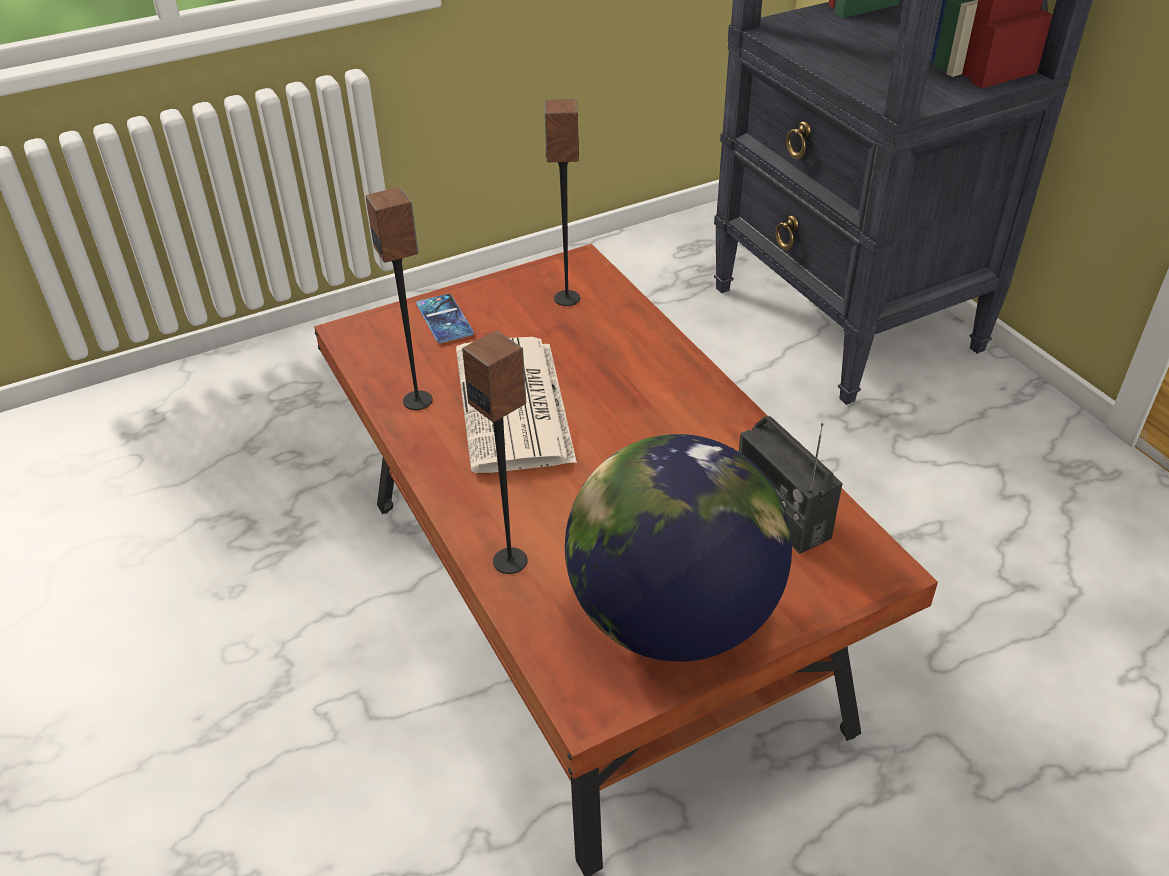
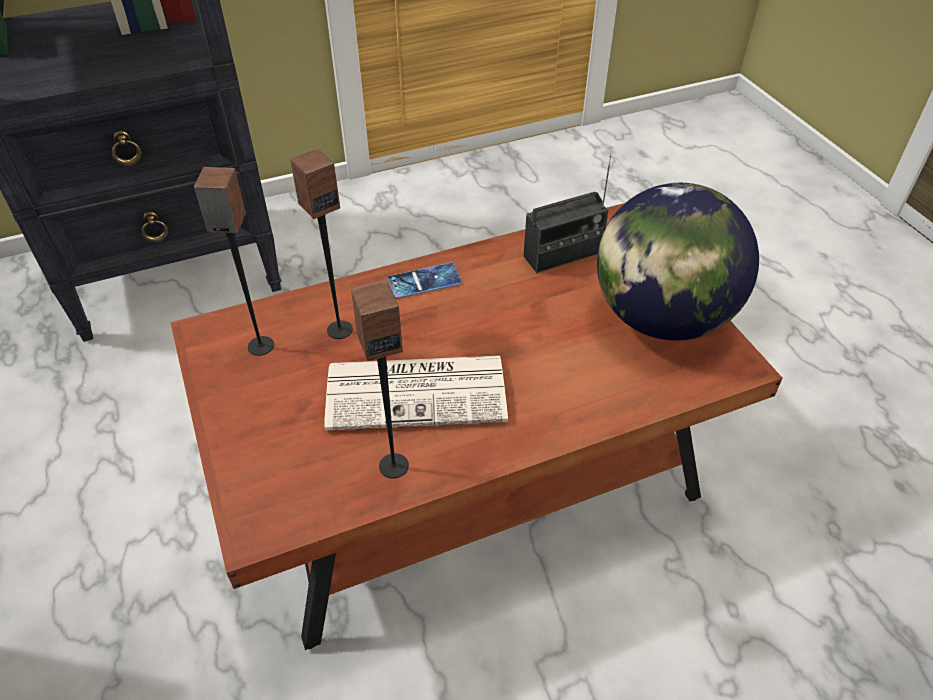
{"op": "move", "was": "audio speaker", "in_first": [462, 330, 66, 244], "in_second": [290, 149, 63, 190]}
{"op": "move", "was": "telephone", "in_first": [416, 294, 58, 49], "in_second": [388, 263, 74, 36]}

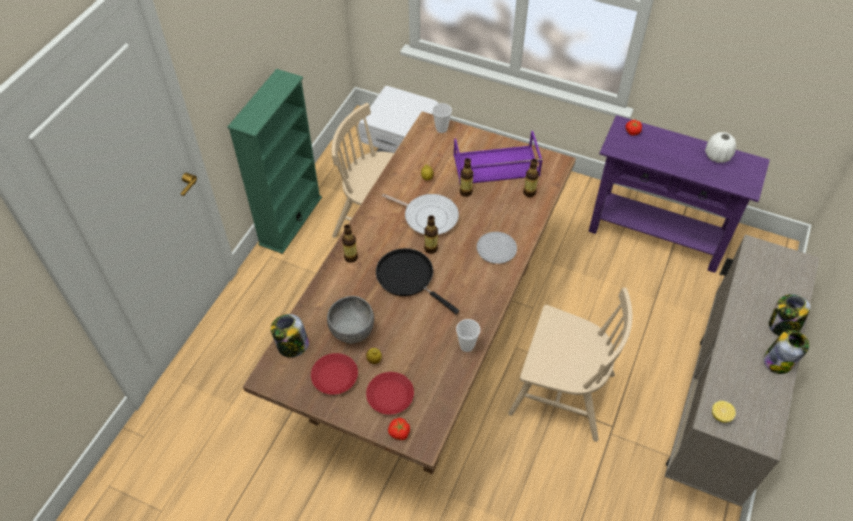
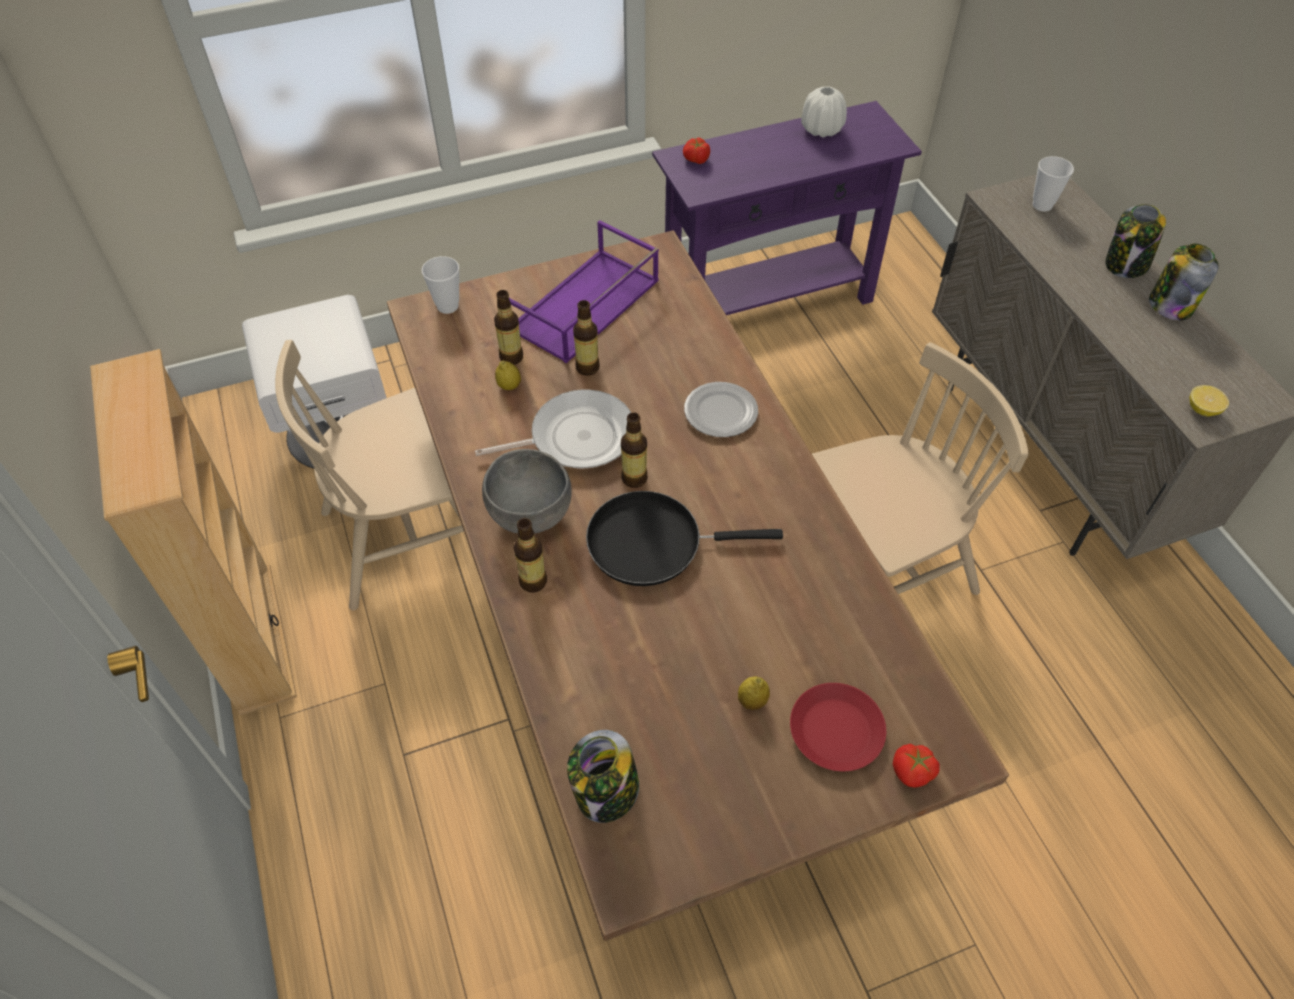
{"op": "recolor", "was": "green-coloured bookshelf", "now": "sand-coloured bookshelf", "in_first": [227, 69, 95, 185], "in_second": [90, 349, 207, 366]}
{"op": "move", "was": "gray serving bowl", "in_first": [327, 296, 47, 48], "in_second": [482, 449, 90, 85]}
{"op": "move", "was": "beverage bottle", "in_first": [523, 159, 16, 38], "in_second": [494, 290, 29, 75]}
{"op": "move", "was": "cup", "in_first": [456, 319, 24, 33], "in_second": [1032, 156, 42, 55]}
{"op": "delete", "was": "red dinner plate", "in_first": [311, 353, 47, 42]}

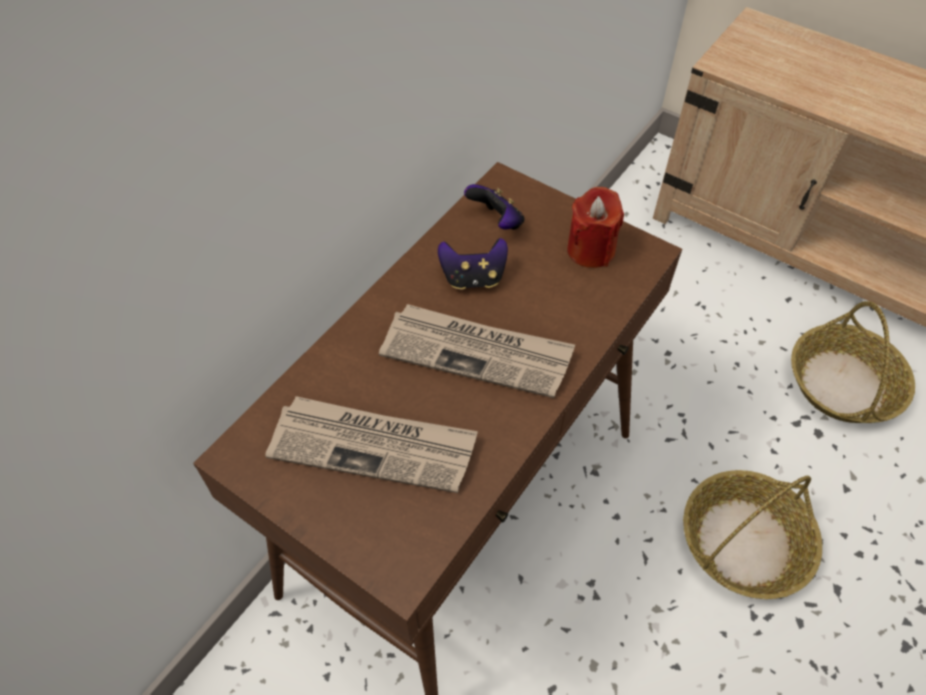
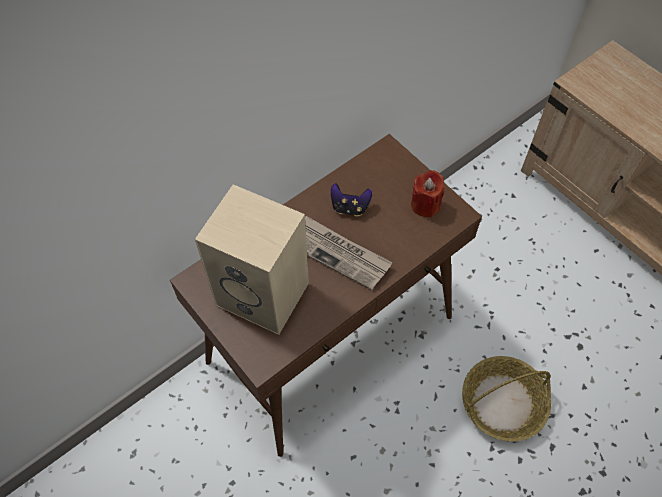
{"op": "replace", "was": "printed paper", "now": "sand-coloured audio speaker", "in_first": [265, 396, 213, 97], "in_second": [195, 184, 114, 151]}
{"op": "delete", "was": "gamepad", "in_first": [464, 184, 60, 46]}
{"op": "delete", "was": "basket", "in_first": [791, 301, 124, 122]}

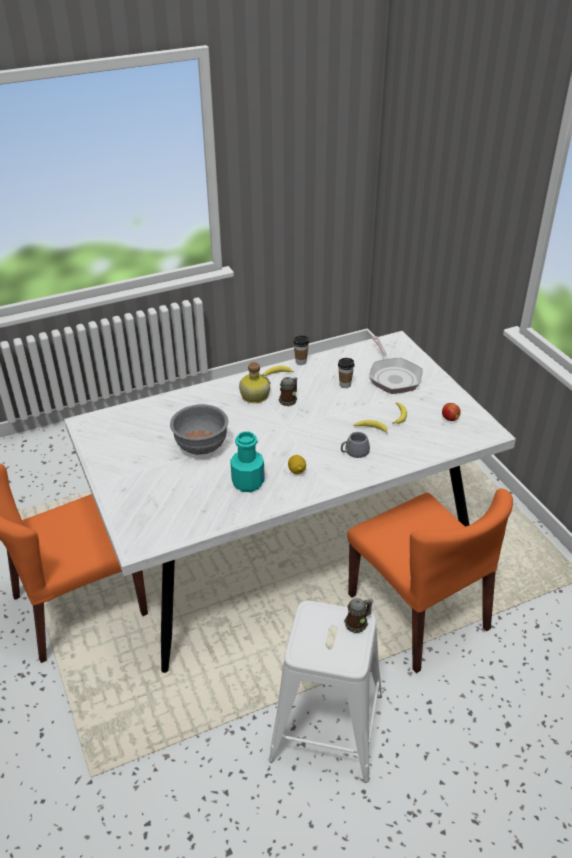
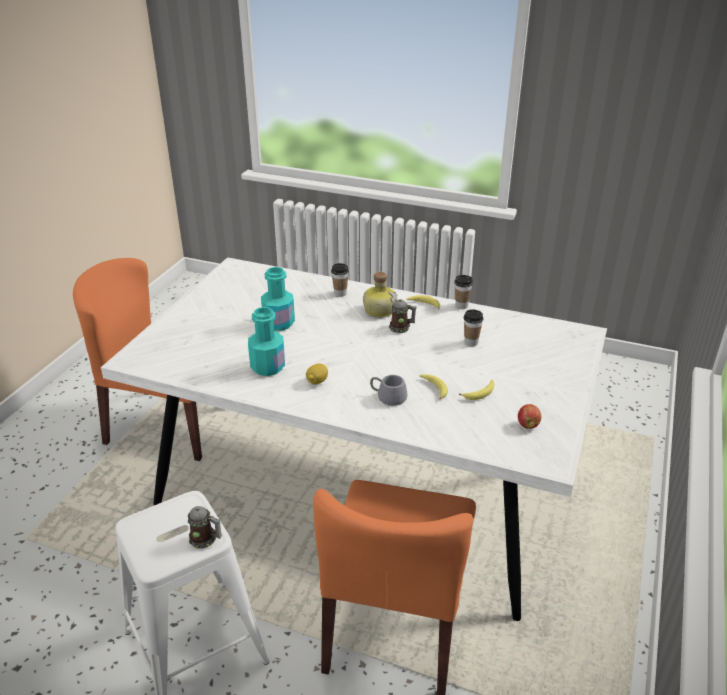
{"op": "replace", "was": "gray serving bowl", "now": "blue-green beverage bottle", "in_first": [170, 404, 58, 51], "in_second": [261, 267, 34, 64]}
{"op": "insert", "now": "cup", "in_second": [331, 263, 18, 34]}
{"op": "delete", "was": "frying pan", "in_first": [369, 336, 53, 58]}

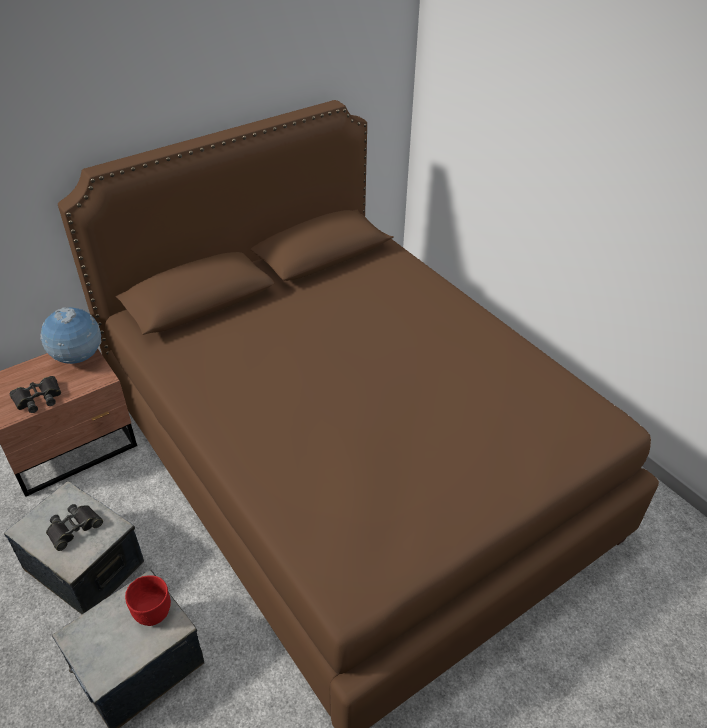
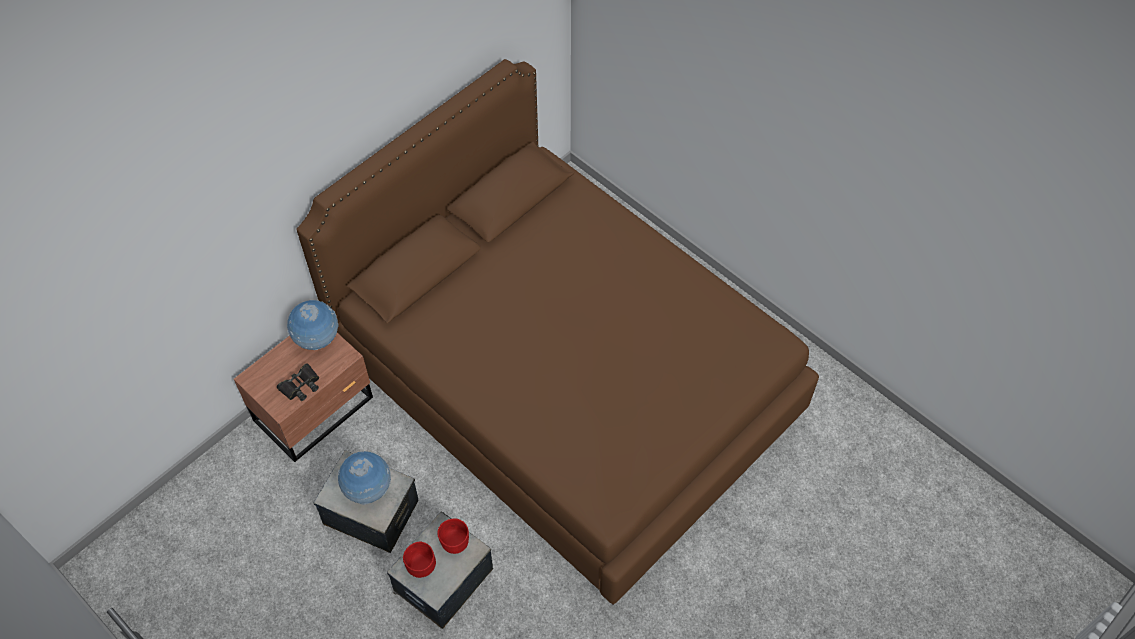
{"op": "replace", "was": "black-coloured pair of binoculars", "now": "globe", "in_first": [46, 504, 57, 47], "in_second": [338, 451, 53, 54]}
{"op": "insert", "now": "red serving bowl", "in_second": [403, 542, 33, 36]}

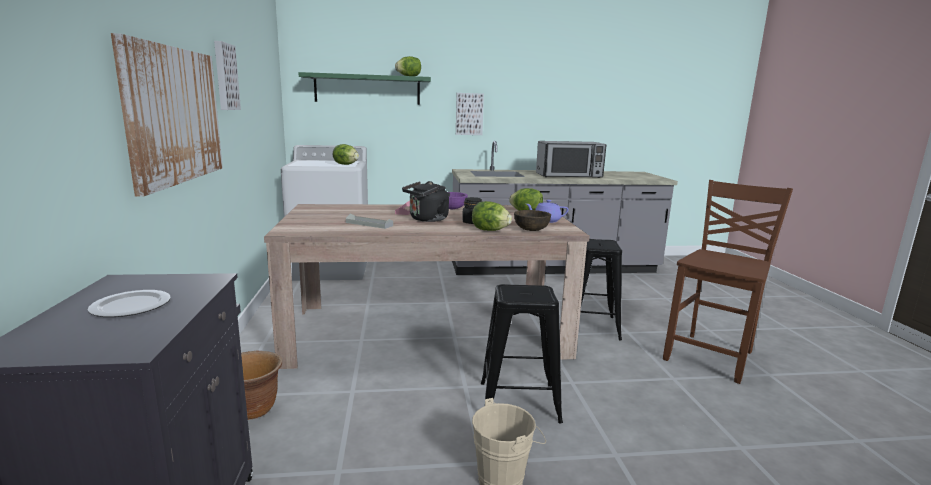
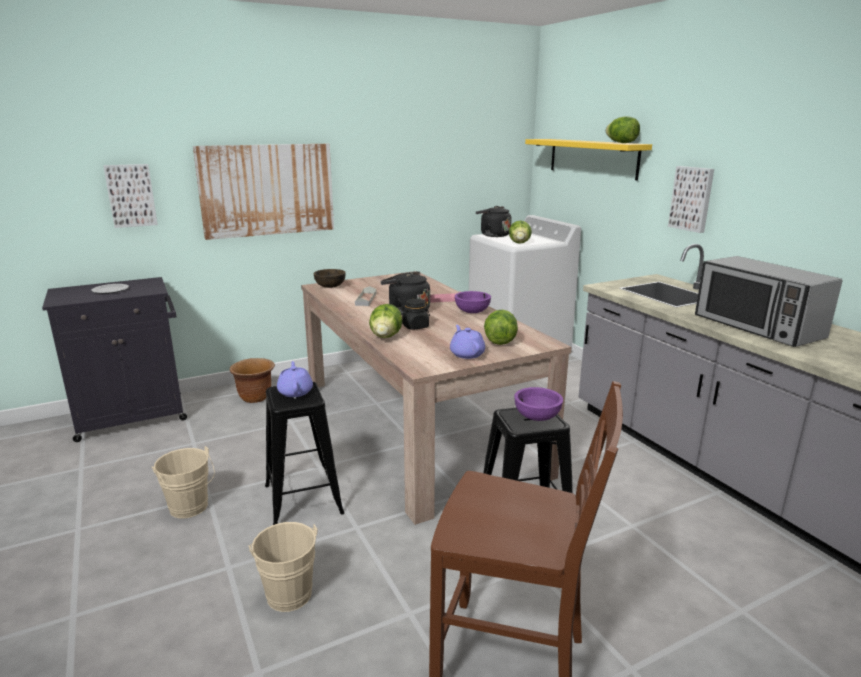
{"op": "move", "was": "picture", "in_first": [214, 41, 27, 69], "in_second": [103, 164, 55, 64]}
{"op": "insert", "now": "sand-coloured bucket", "in_second": [249, 522, 68, 90]}
{"op": "insert", "now": "purple-coloured tea pot", "in_second": [277, 361, 36, 36]}
{"op": "move", "was": "brownish serving bowl", "in_first": [514, 210, 37, 21], "in_second": [313, 269, 33, 19]}
{"op": "insert", "now": "black-coloured water kettle", "in_second": [476, 206, 36, 31]}
{"op": "insert", "now": "purple-coloured serving bowl", "in_second": [514, 387, 49, 34]}
{"op": "recolor", "was": "green-coloured shelf", "now": "yellow-coloured shelf", "in_first": [298, 72, 133, 33], "in_second": [525, 139, 127, 41]}

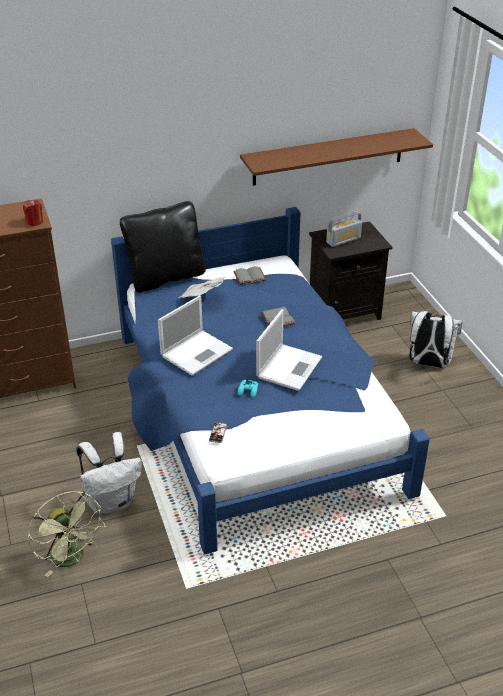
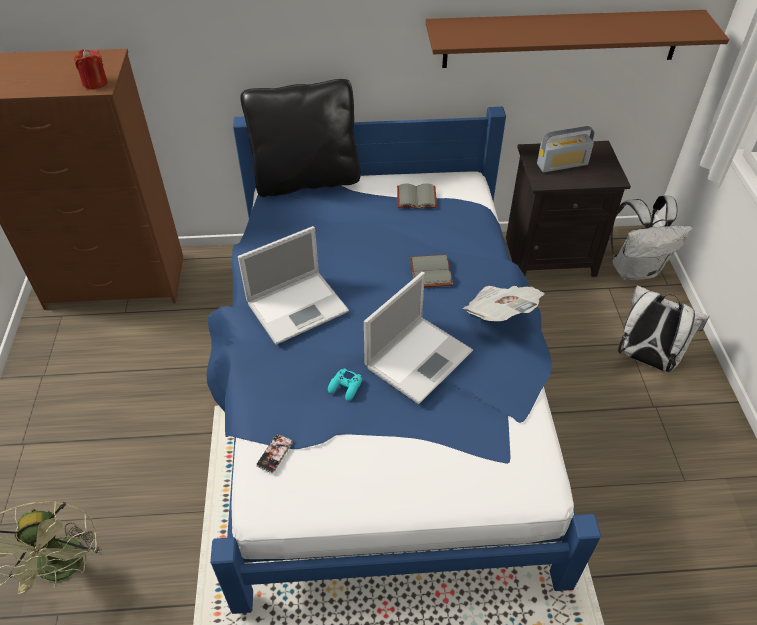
{"op": "move", "was": "printed paper", "in_first": [179, 277, 47, 21], "in_second": [463, 286, 81, 35]}
{"op": "move", "was": "white knapsack", "in_first": [76, 432, 66, 83], "in_second": [611, 195, 81, 86]}

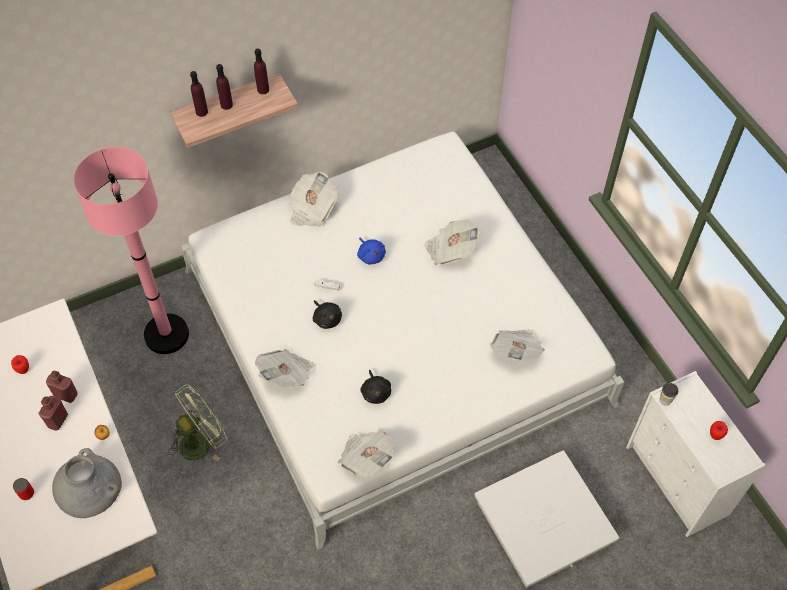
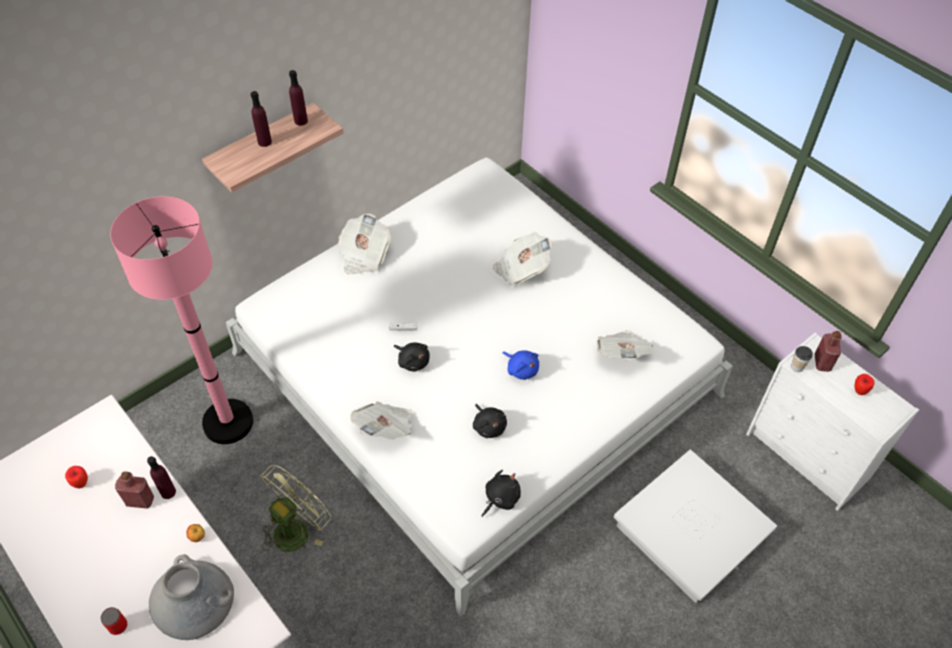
{"op": "move", "was": "purple-coloured beverage bottle", "in_first": [190, 71, 18, 46], "in_second": [147, 456, 29, 43]}
{"op": "replace", "was": "printed paper", "now": "black-coloured cuddly toy", "in_first": [338, 432, 58, 46], "in_second": [482, 470, 39, 47]}
{"op": "move", "was": "bluish cuddly toy", "in_first": [357, 238, 29, 27], "in_second": [503, 350, 36, 30]}
{"op": "move", "was": "red beverage bottle", "in_first": [39, 396, 29, 35], "in_second": [815, 331, 27, 41]}

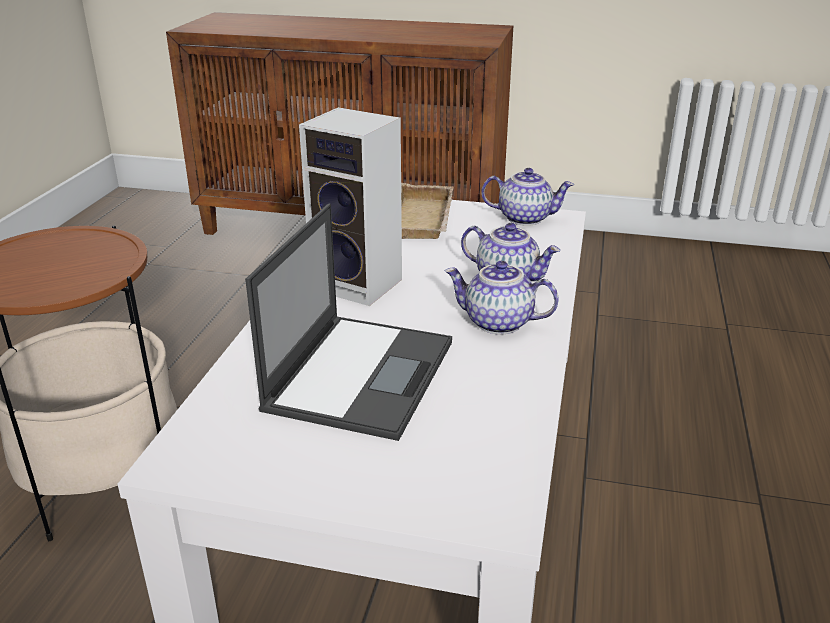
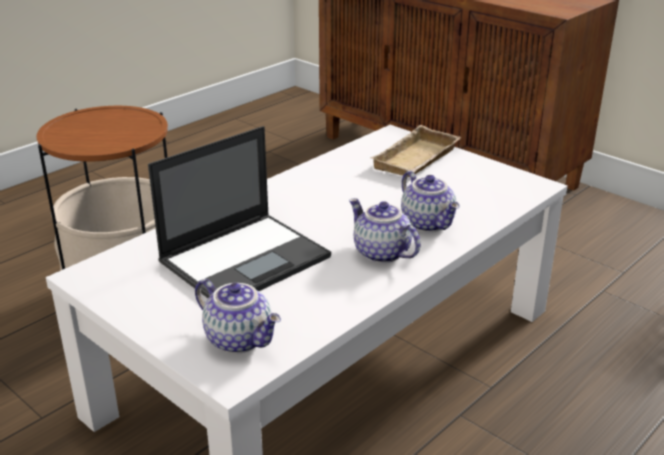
{"op": "move", "was": "tea pot", "in_first": [481, 168, 93, 58], "in_second": [195, 279, 86, 75]}
{"op": "delete", "was": "audio speaker", "in_first": [299, 107, 103, 199]}

